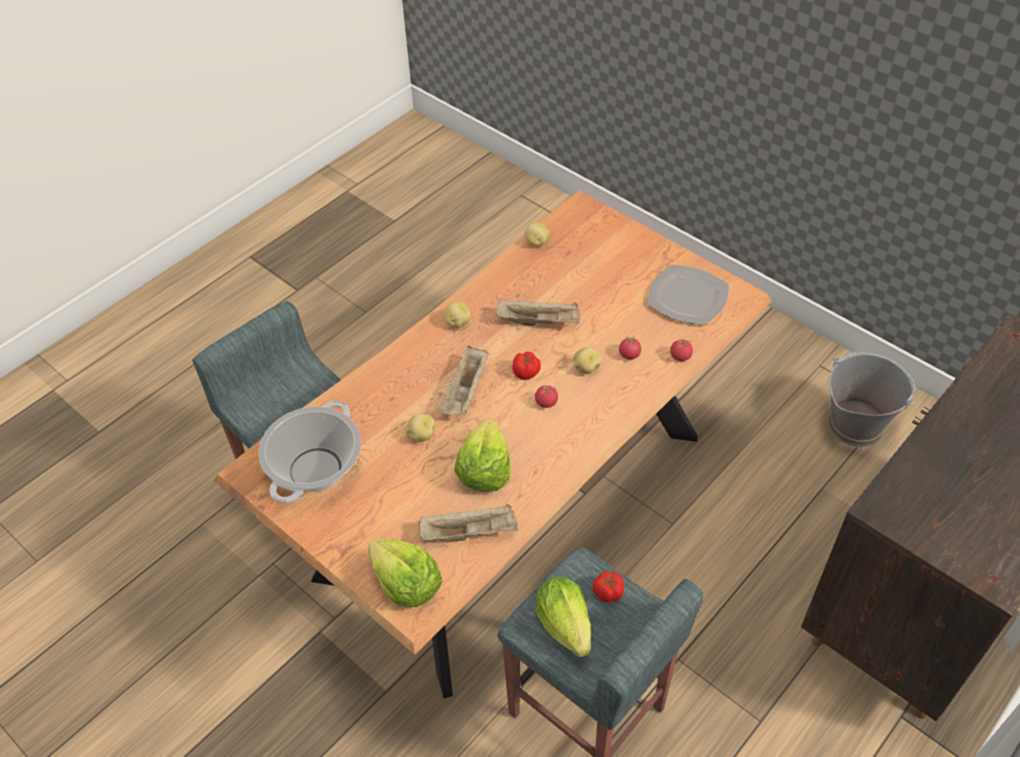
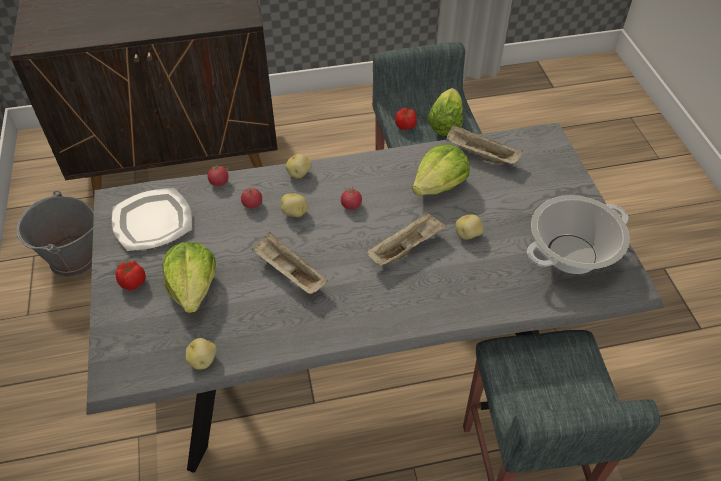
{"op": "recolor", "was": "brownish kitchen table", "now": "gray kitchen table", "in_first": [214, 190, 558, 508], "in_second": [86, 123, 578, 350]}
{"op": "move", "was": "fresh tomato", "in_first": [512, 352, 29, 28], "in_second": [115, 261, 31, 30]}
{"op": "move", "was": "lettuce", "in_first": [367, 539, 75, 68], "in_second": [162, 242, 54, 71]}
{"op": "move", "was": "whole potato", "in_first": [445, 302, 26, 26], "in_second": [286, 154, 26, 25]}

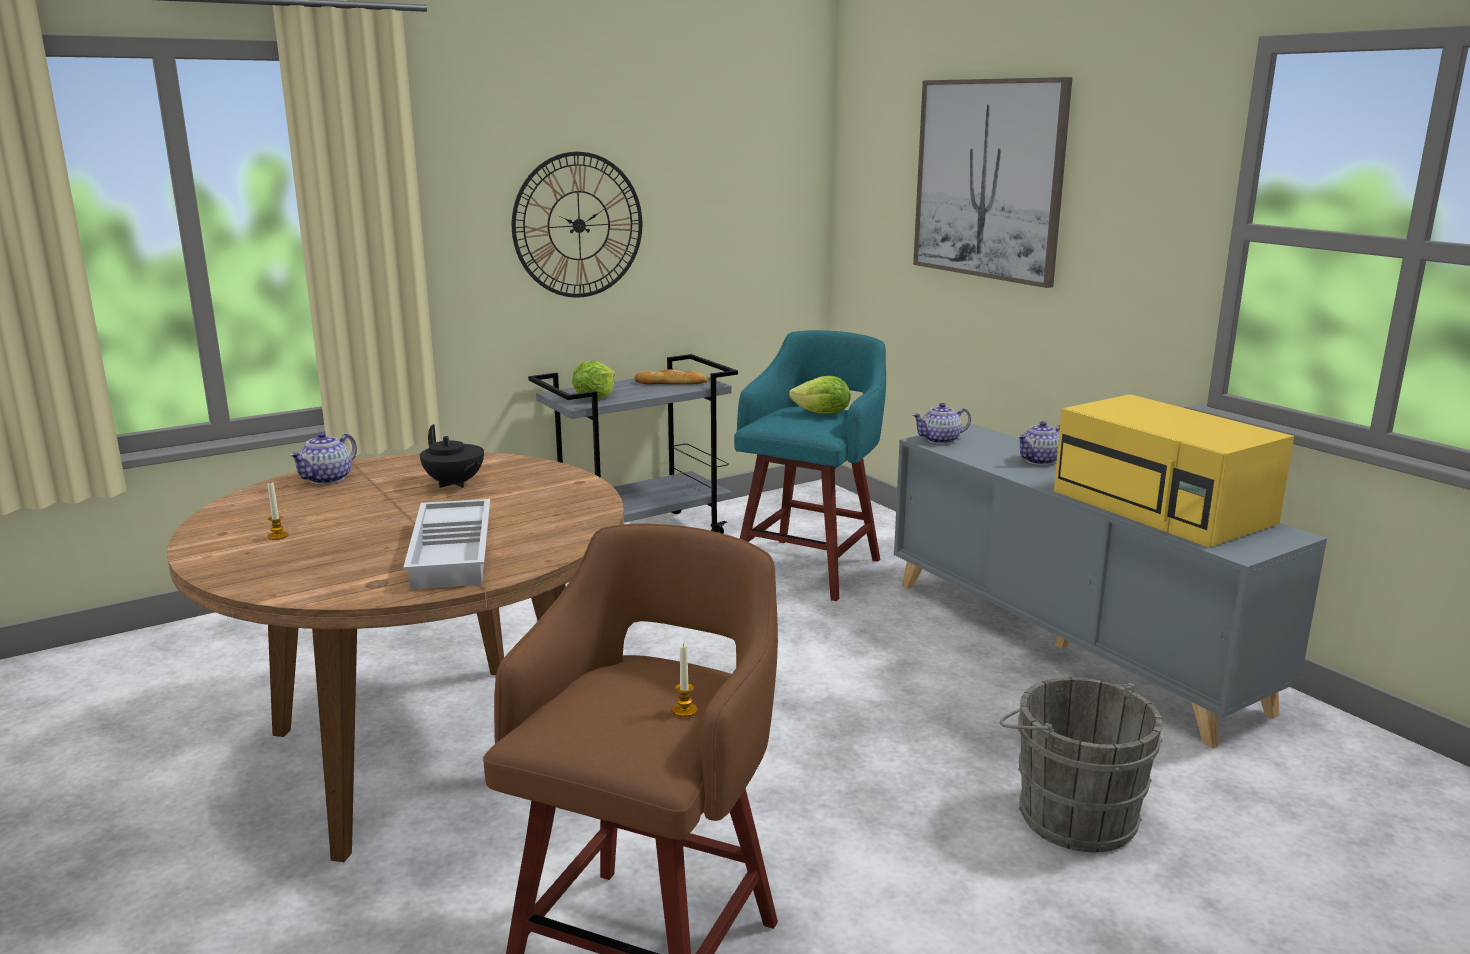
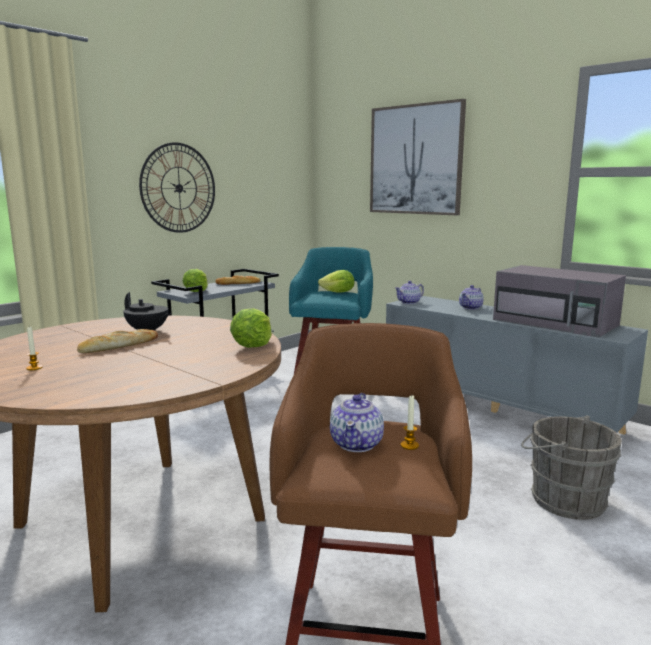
{"op": "insert", "now": "bakery bread", "in_second": [77, 329, 81, 24]}
{"op": "insert", "now": "lettuce", "in_second": [230, 308, 42, 40]}
{"op": "move", "was": "tea pot", "in_first": [289, 432, 68, 52], "in_second": [330, 393, 54, 59]}
{"op": "recolor", "was": "yellow-coloured microwave", "now": "gray microwave", "in_first": [1054, 394, 240, 154], "in_second": [493, 265, 133, 73]}
{"op": "delete", "was": "white serving tray", "in_first": [403, 499, 87, 91]}

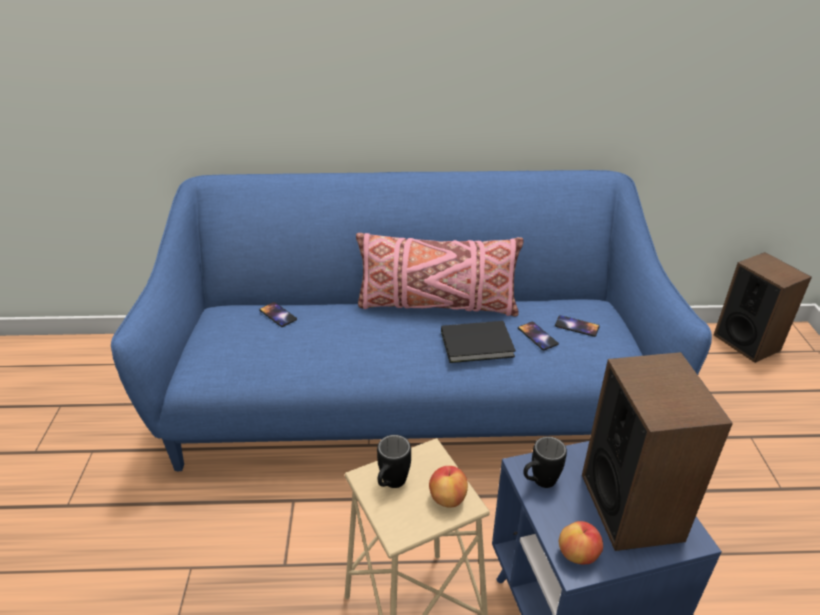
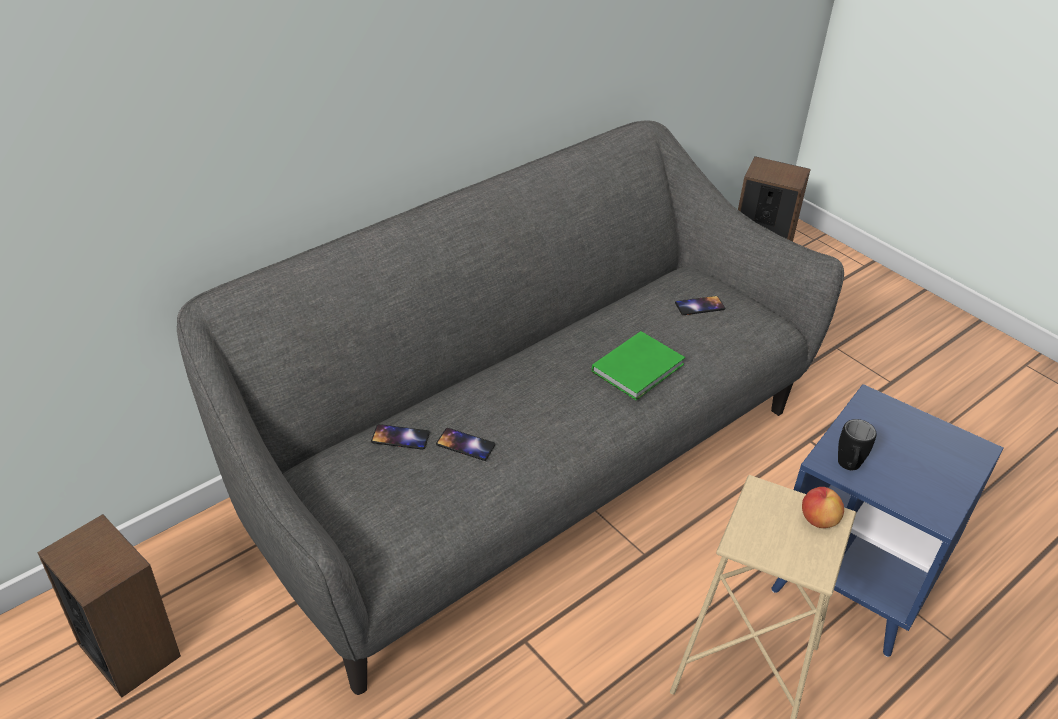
{"op": "move", "was": "audio speaker", "in_first": [582, 352, 151, 199], "in_second": [37, 514, 144, 184]}
{"op": "recolor", "was": "bluish sofa", "now": "gray sofa", "in_first": [111, 170, 601, 301], "in_second": [177, 120, 667, 575]}
{"op": "move", "was": "telephone", "in_first": [518, 322, 41, 29], "in_second": [436, 428, 60, 33]}
{"op": "recolor", "was": "black-coloured volume", "now": "green-coloured volume", "in_first": [441, 321, 75, 42], "in_second": [592, 331, 93, 69]}
{"op": "delete", "was": "pinkish pillow", "in_first": [356, 233, 167, 83]}
{"op": "delete", "was": "black-coloured tea mug", "in_first": [377, 435, 34, 53]}
{"op": "delete", "was": "apple fruit", "in_first": [559, 521, 44, 43]}

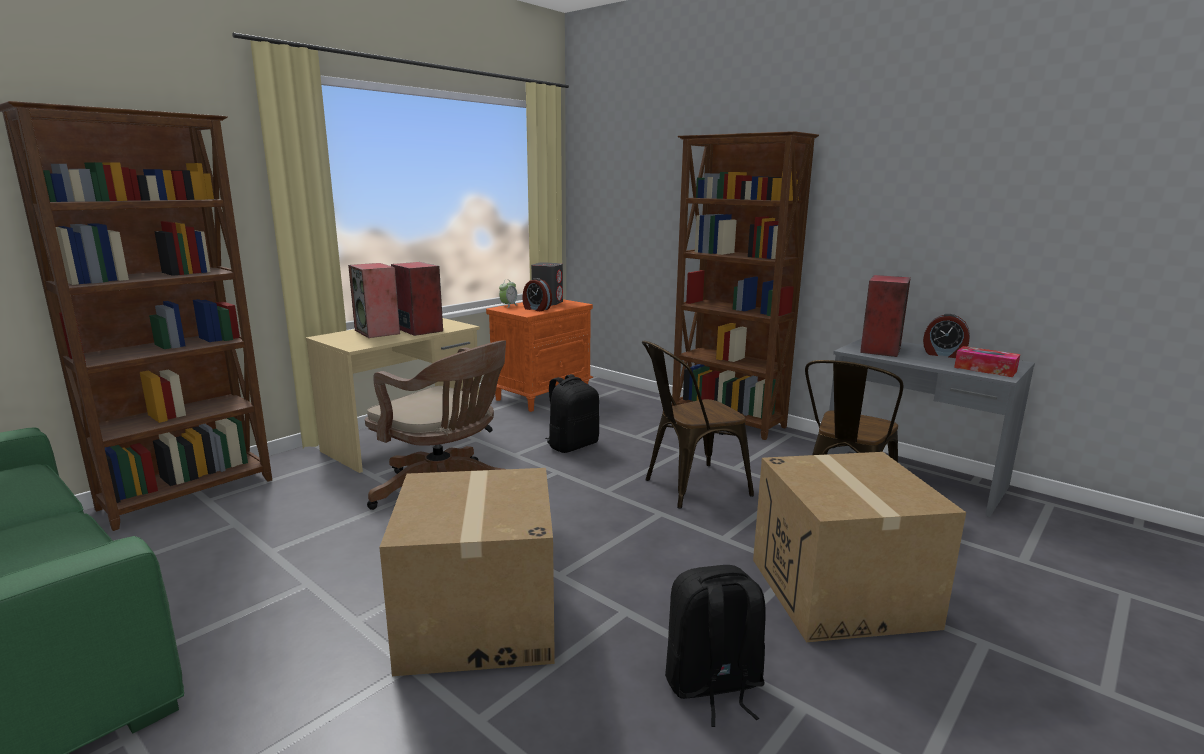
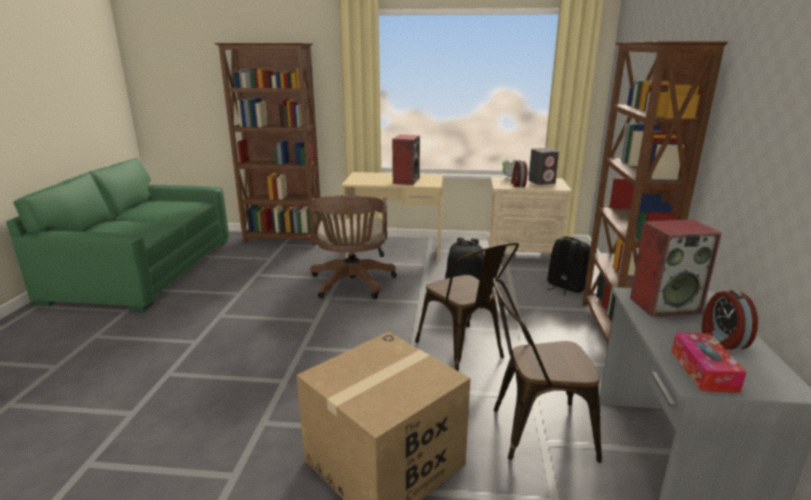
{"op": "rotate", "was": "brownish plain chair", "in_first": [642, 341, 112, 168], "in_second": [415, 243, 104, 128], "clockwise": -150}
{"op": "recolor", "was": "orange-coloured night table", "now": "sand-coloured night table", "in_first": [486, 299, 107, 113], "in_second": [487, 177, 85, 76]}
{"op": "move", "was": "black-coloured knapsack", "in_first": [665, 565, 101, 162], "in_second": [547, 237, 43, 59]}
{"op": "delete", "was": "audio speaker", "in_first": [348, 263, 52, 75]}
{"op": "delete", "was": "packing box", "in_first": [379, 468, 176, 208]}

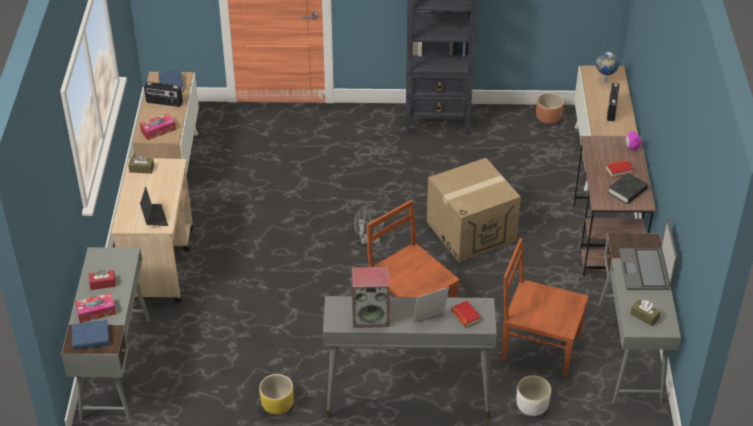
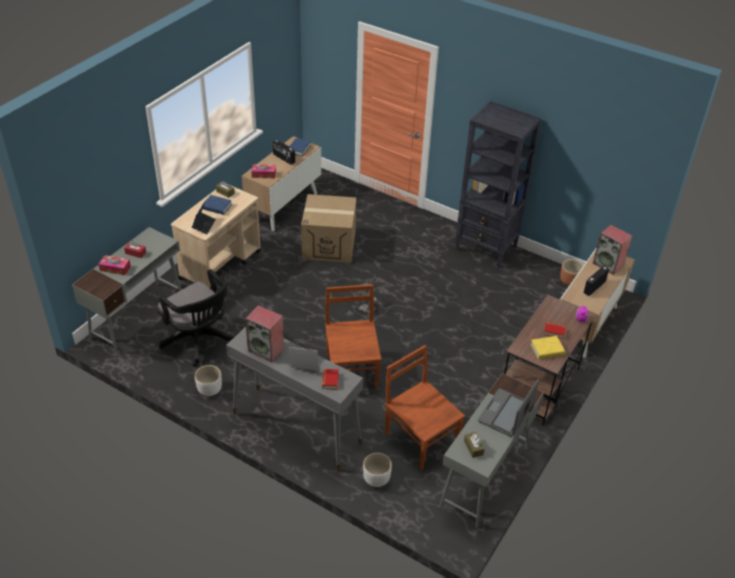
{"op": "insert", "now": "black-coloured desk chair", "in_second": [157, 269, 77, 98]}
{"op": "recolor", "was": "yellow-coloured planter", "now": "white planter", "in_first": [259, 374, 34, 41], "in_second": [195, 365, 27, 31]}
{"op": "move", "was": "bluish volume", "in_first": [72, 320, 38, 30], "in_second": [202, 195, 30, 20]}
{"op": "move", "was": "packing box", "in_first": [427, 158, 94, 104], "in_second": [301, 194, 55, 69]}
{"op": "recolor", "was": "black-coloured volume", "now": "yellow-coloured volume", "in_first": [608, 173, 40, 31], "in_second": [530, 336, 35, 23]}
{"op": "replace", "was": "globe", "now": "audio speaker", "in_first": [596, 52, 23, 31], "in_second": [593, 225, 39, 50]}

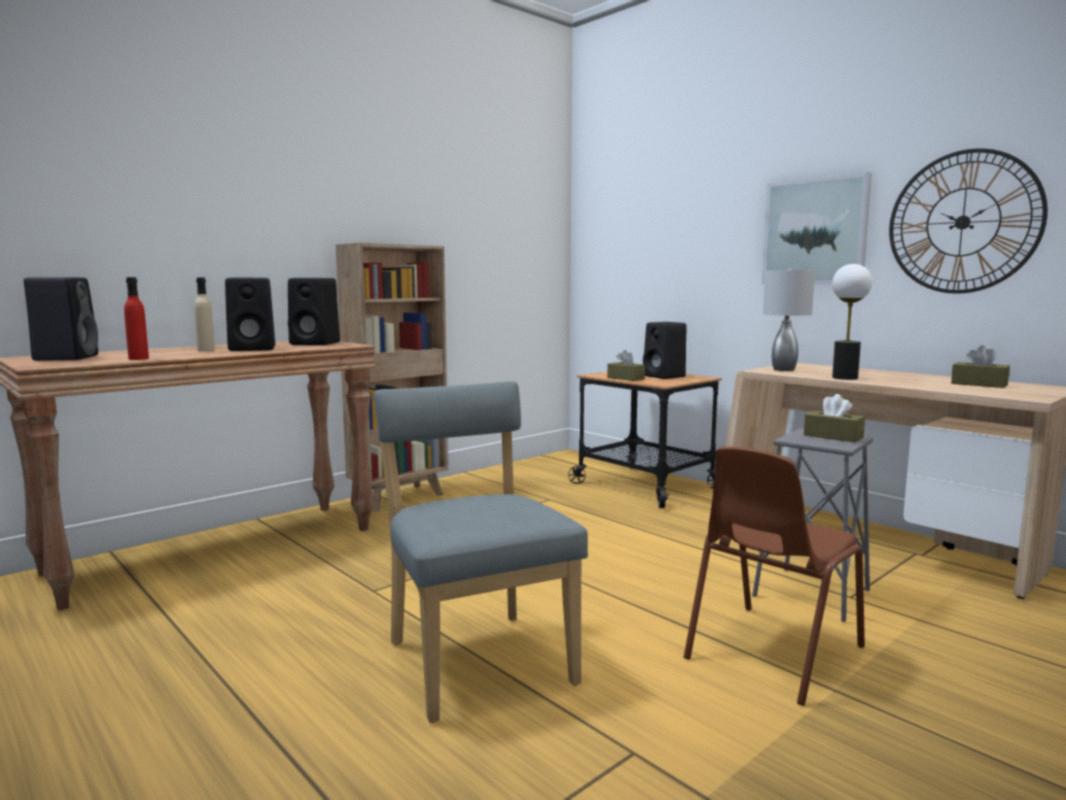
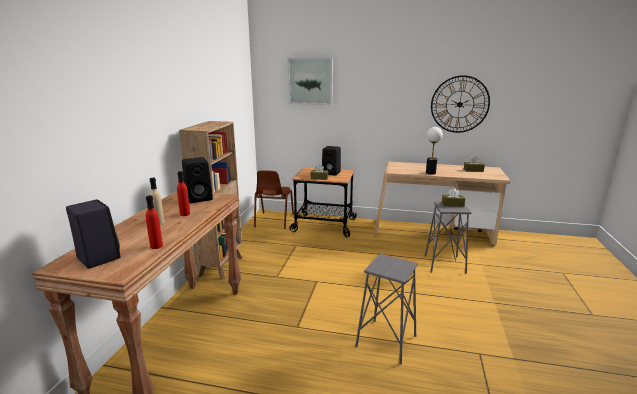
{"op": "replace", "was": "black-coloured audio speaker", "now": "red beverage bottle", "in_first": [225, 278, 50, 73], "in_second": [177, 171, 13, 45]}
{"op": "move", "was": "brownish plain chair", "in_first": [684, 446, 181, 260], "in_second": [254, 170, 40, 59]}
{"op": "move", "was": "picture", "in_first": [762, 172, 110, 113], "in_second": [288, 58, 45, 47]}
{"op": "replace", "was": "gray plain chair", "now": "gray stool seat", "in_first": [374, 381, 214, 342], "in_second": [355, 254, 63, 110]}
{"op": "delete", "was": "gray table lamp", "in_first": [763, 269, 52, 102]}

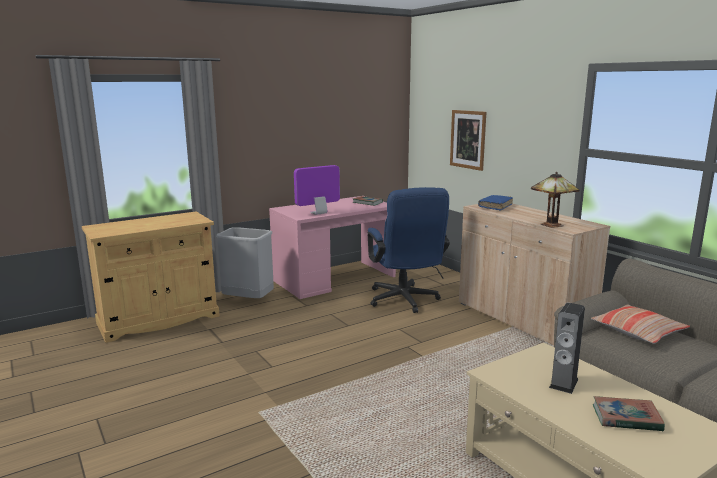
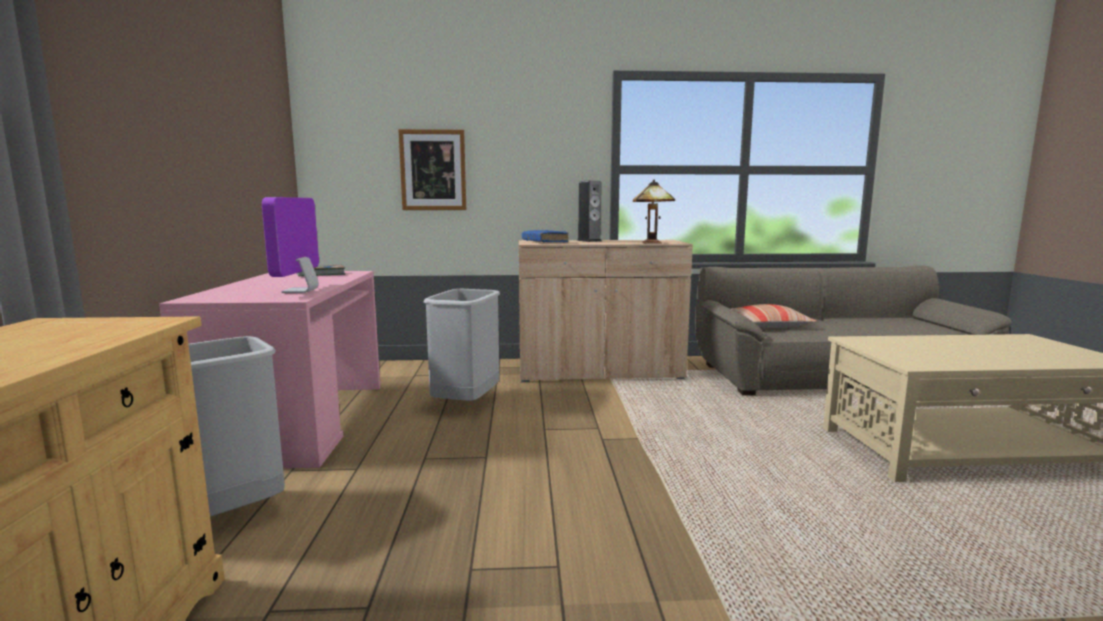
{"op": "replace", "was": "bluish desk chair", "now": "gray waste bin", "in_first": [367, 187, 83, 126], "in_second": [423, 289, 77, 112]}
{"op": "move", "was": "audio speaker", "in_first": [549, 303, 36, 91], "in_second": [577, 180, 24, 62]}
{"op": "delete", "was": "volume", "in_first": [593, 396, 72, 35]}

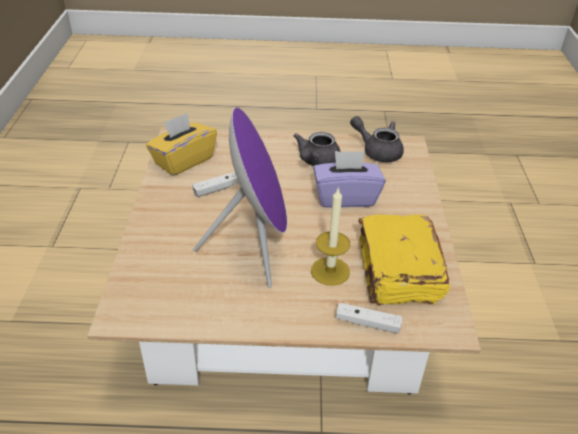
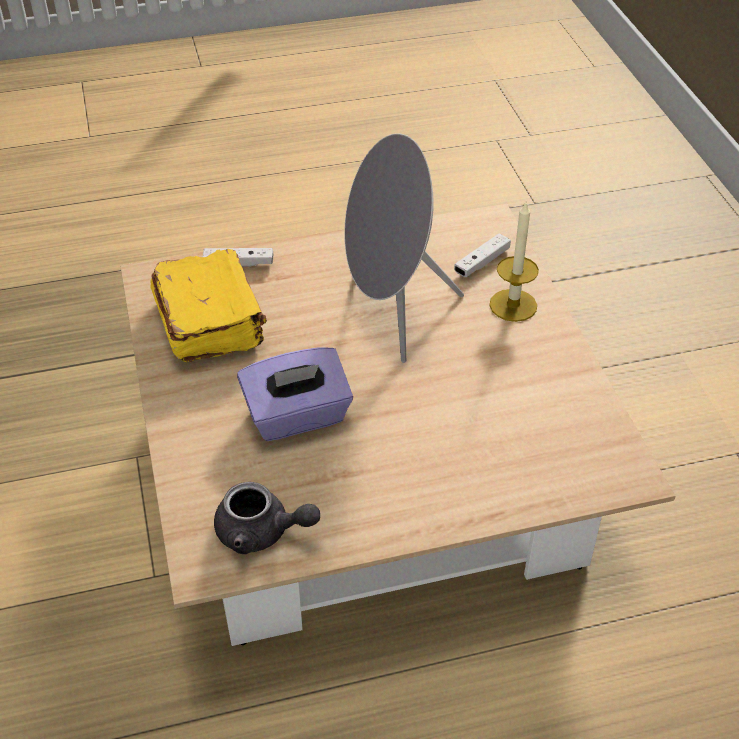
{"op": "recolor", "was": "purple-coloured audio speaker", "now": "gray audio speaker", "in_first": [193, 107, 94, 181], "in_second": [344, 133, 120, 230]}
{"op": "move", "was": "white gamepad", "in_first": [192, 172, 47, 25], "in_second": [454, 233, 57, 44]}
{"op": "move", "was": "candle", "in_first": [311, 187, 39, 99], "in_second": [489, 203, 50, 119]}
{"op": "delete", "was": "yellow-coloured tissue box", "in_first": [146, 113, 71, 63]}
{"op": "delete", "was": "gray tea pot", "in_first": [294, 132, 47, 34]}

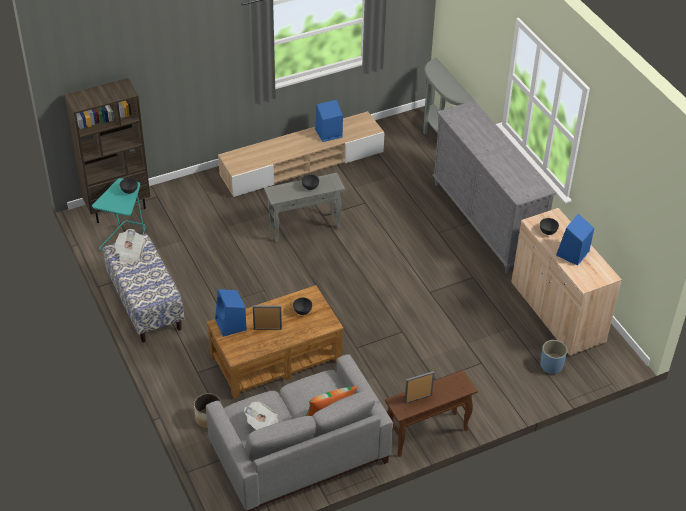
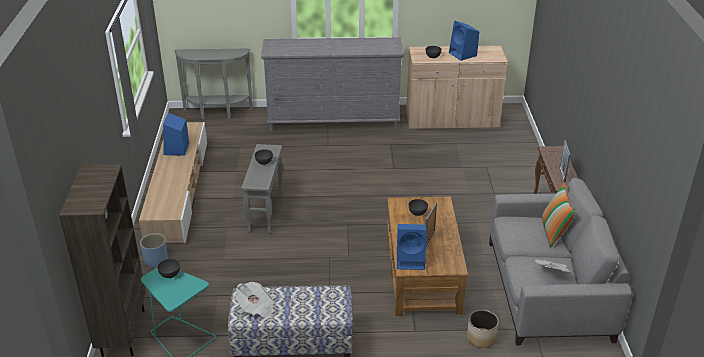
{"op": "move", "was": "bluish planter", "in_first": [540, 340, 28, 34], "in_second": [140, 233, 28, 35]}

